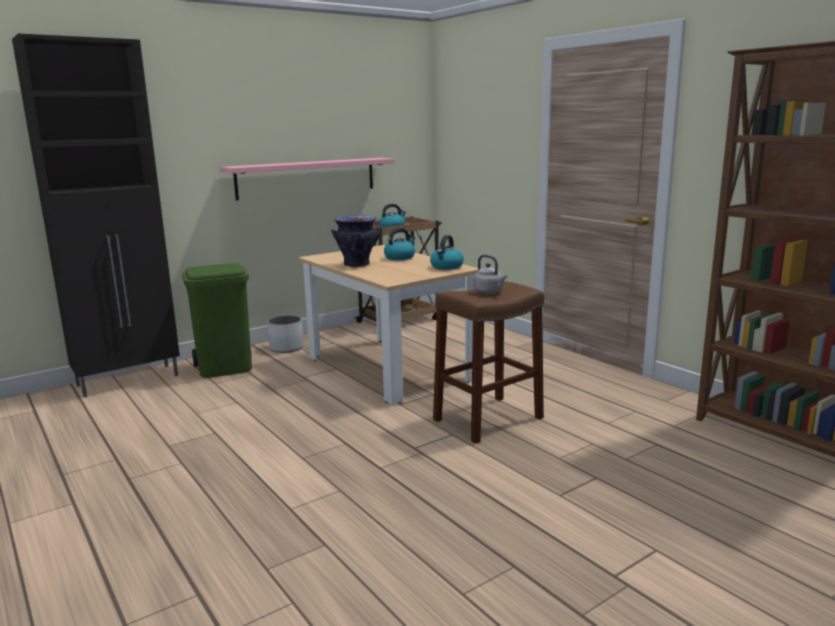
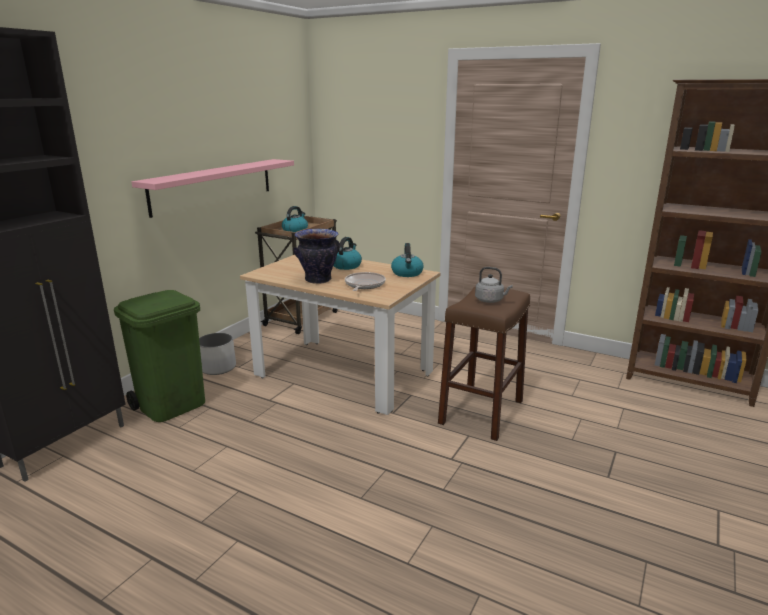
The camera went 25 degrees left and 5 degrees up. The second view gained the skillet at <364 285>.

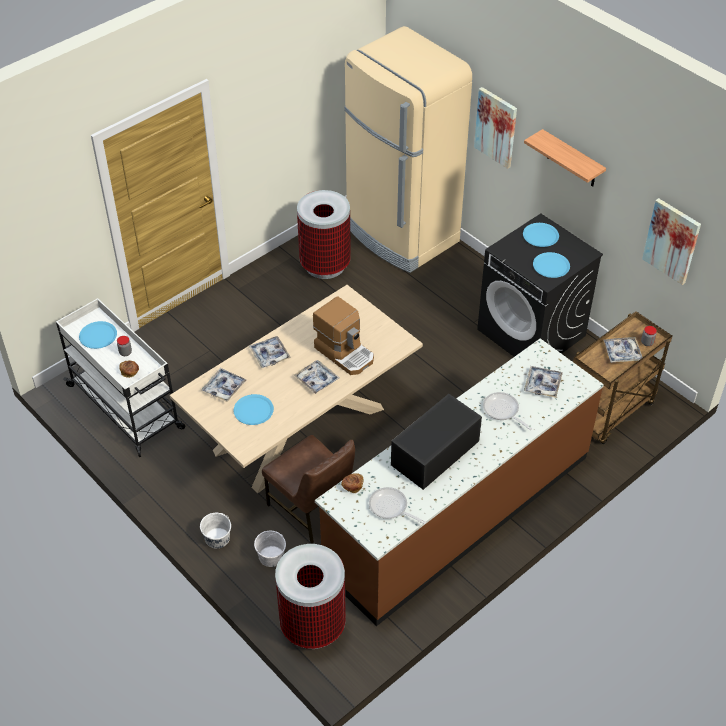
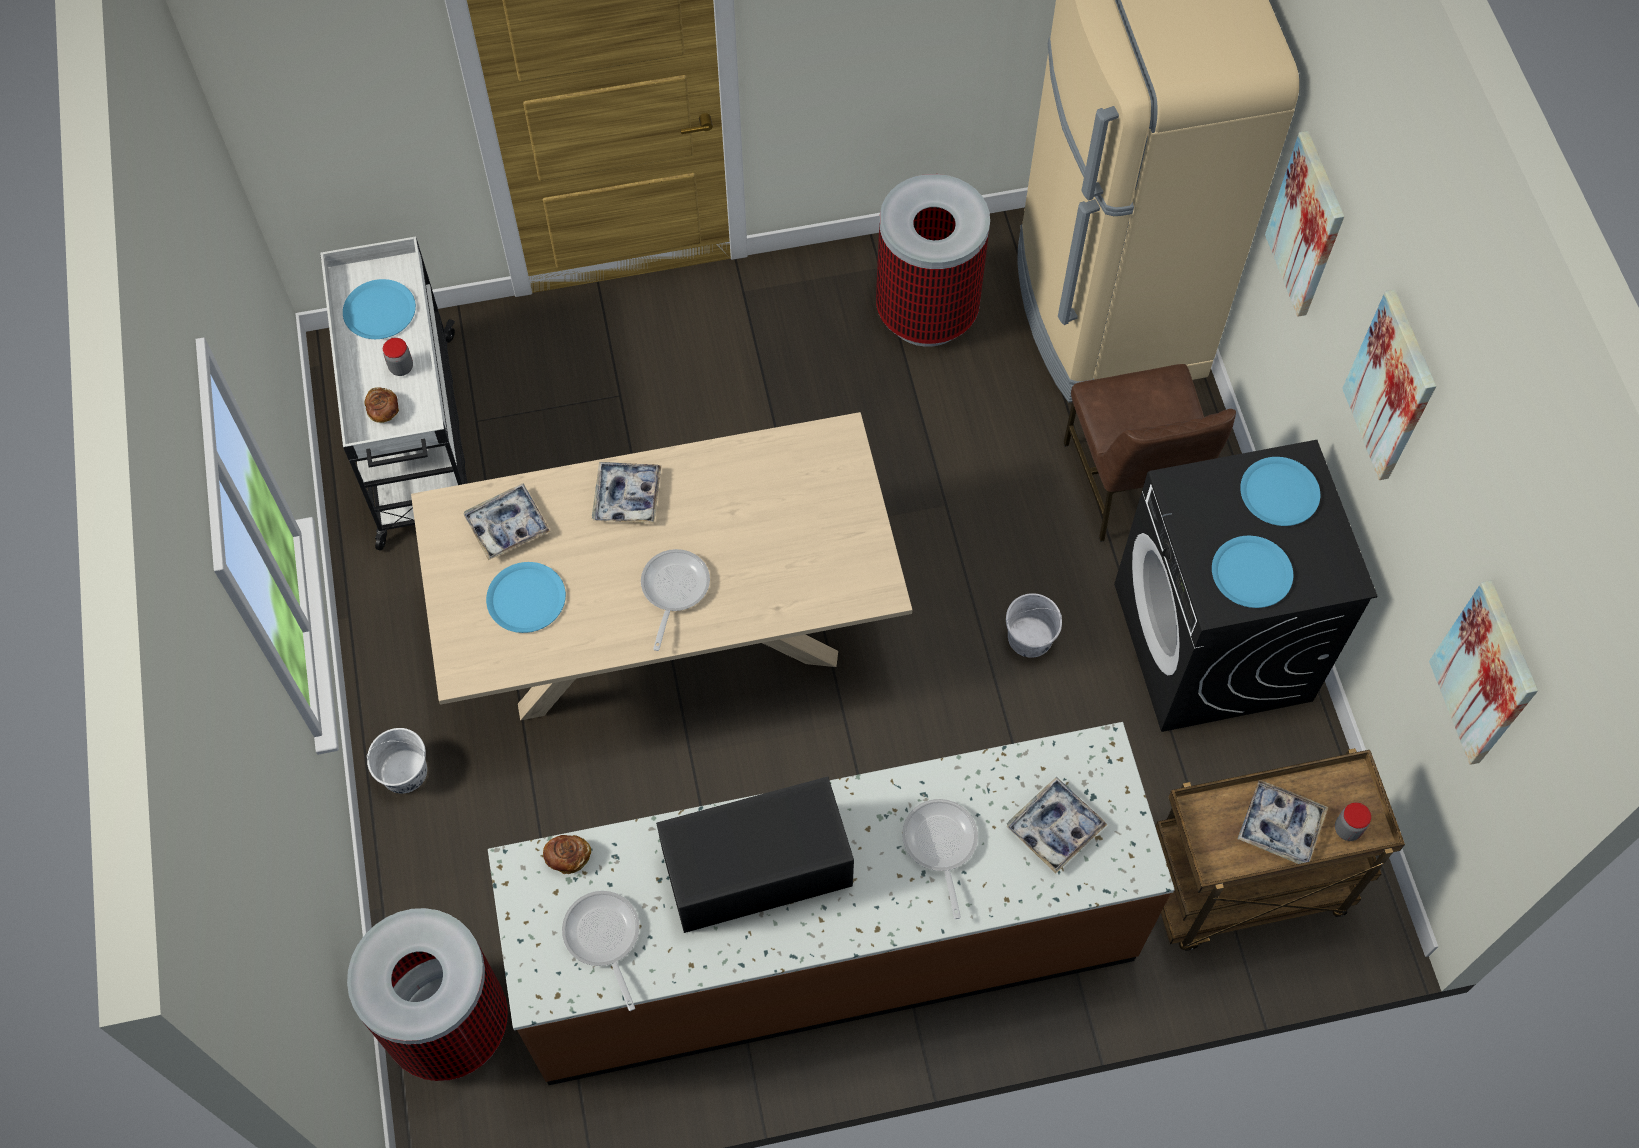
The camera went 30 degrees right and 15 degrees up. Where the tray stood at <316 379>, the skillet came to stand at <673 590>. The pail in white ended up elsewhere, having gone from <271 556> to <1030 637>. The chair in brownish ended up elsewhere, having gone from <312 509> to <1132 484>. Where the bracket shelf hung at <572 160>, the wall picture came to hang at <1391 386>. The second view lost the coffee machine at <345 353>.

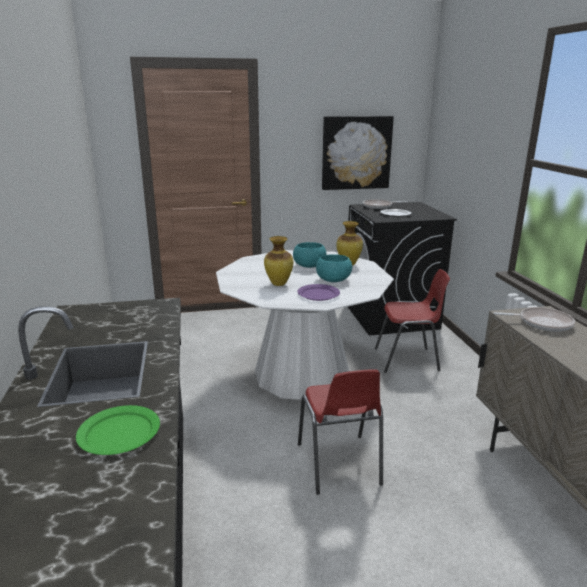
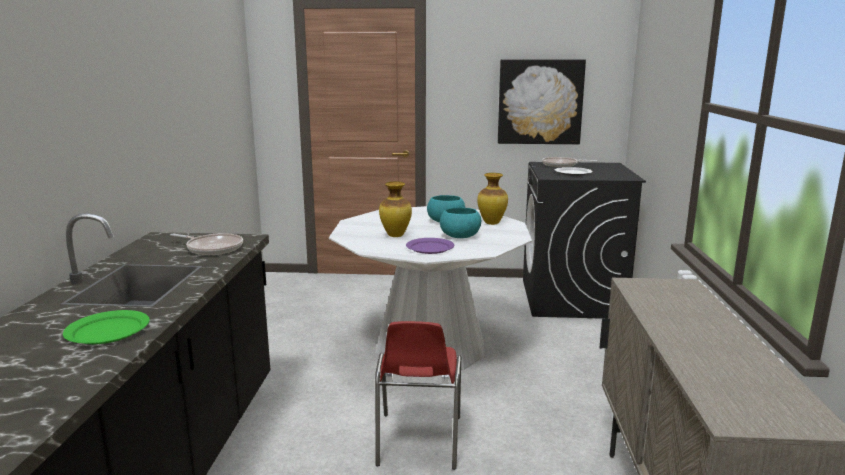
The camera went 15 degrees right and 5 degrees down. The skillet ended up elsewhere, having gone from <541 323> to <212 248>. The second view lost the chair in red at <408 360>.

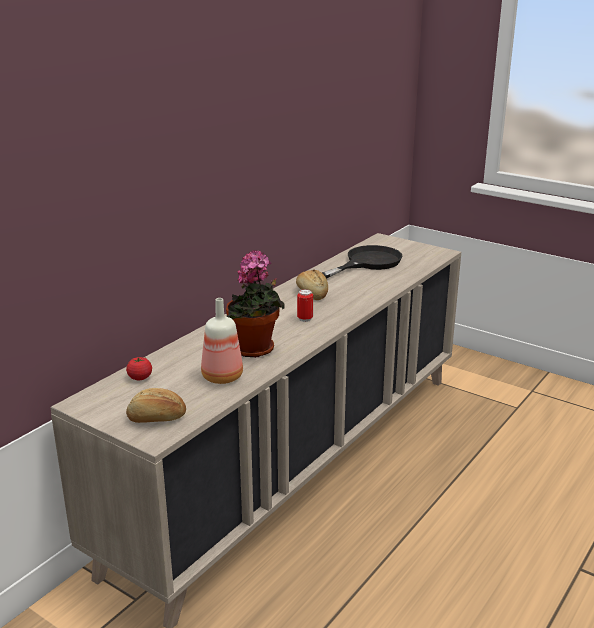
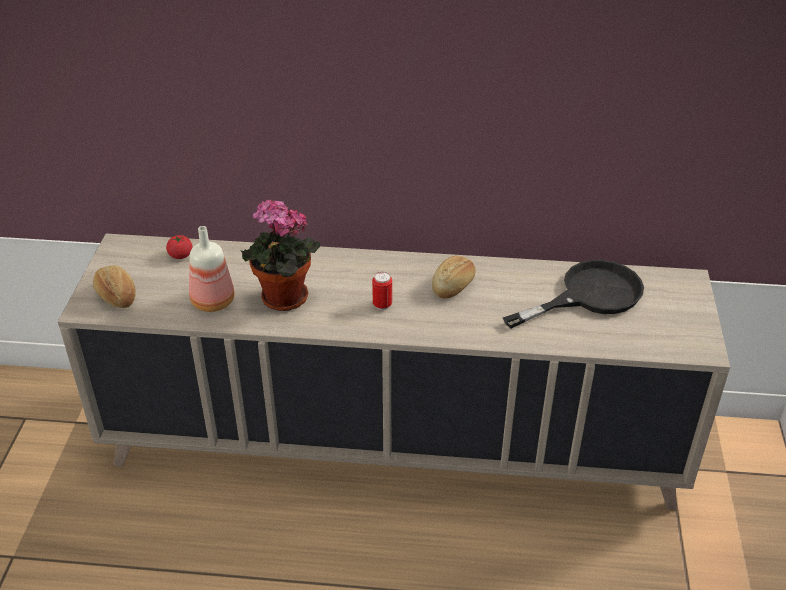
The camera went 60 degrees right and 15 degrees up. The skillet in black at <366 263> ended up facing another way, 45 degrees counterclockwise from before.

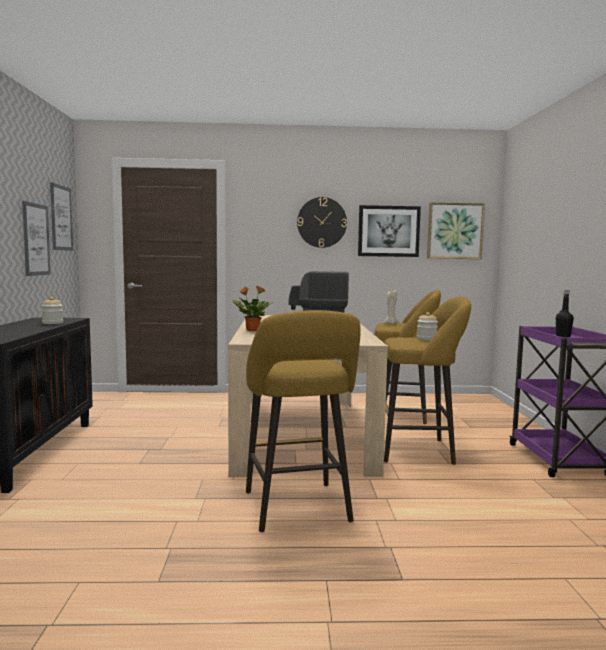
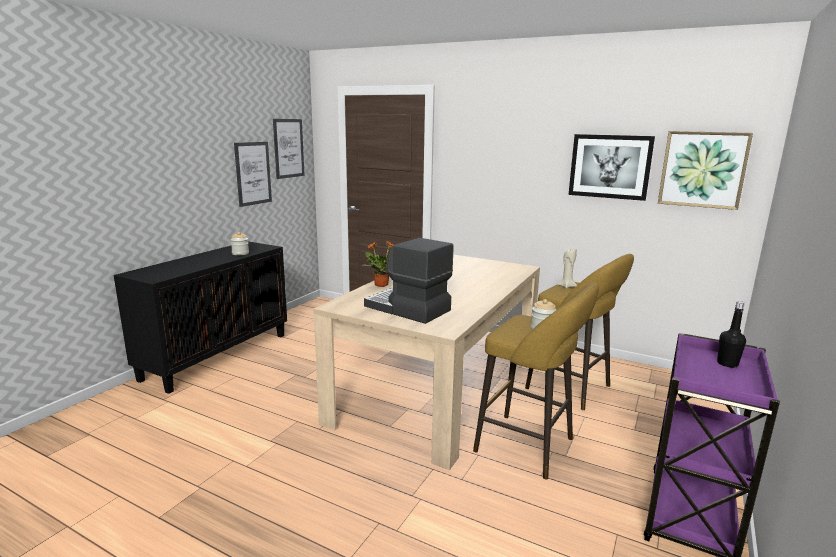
The camera went 30 degrees right and 10 degrees up. The second view lost the sitting stool in yellowish at <298 509>. The second view lost the wall clock at <321 222>.

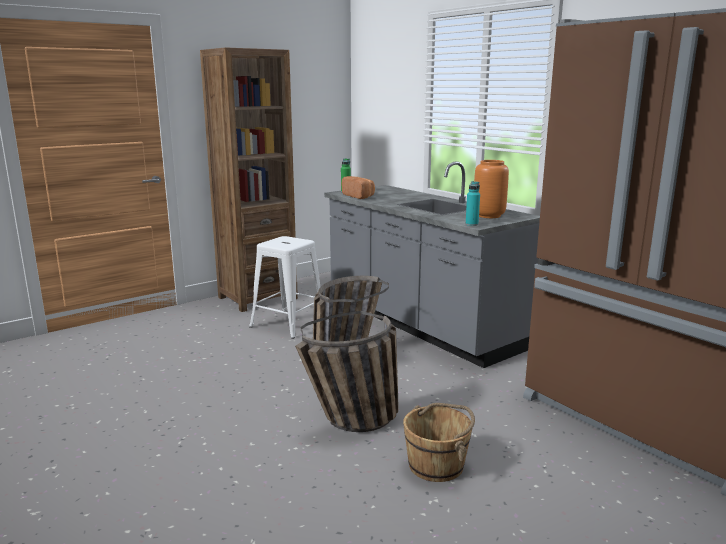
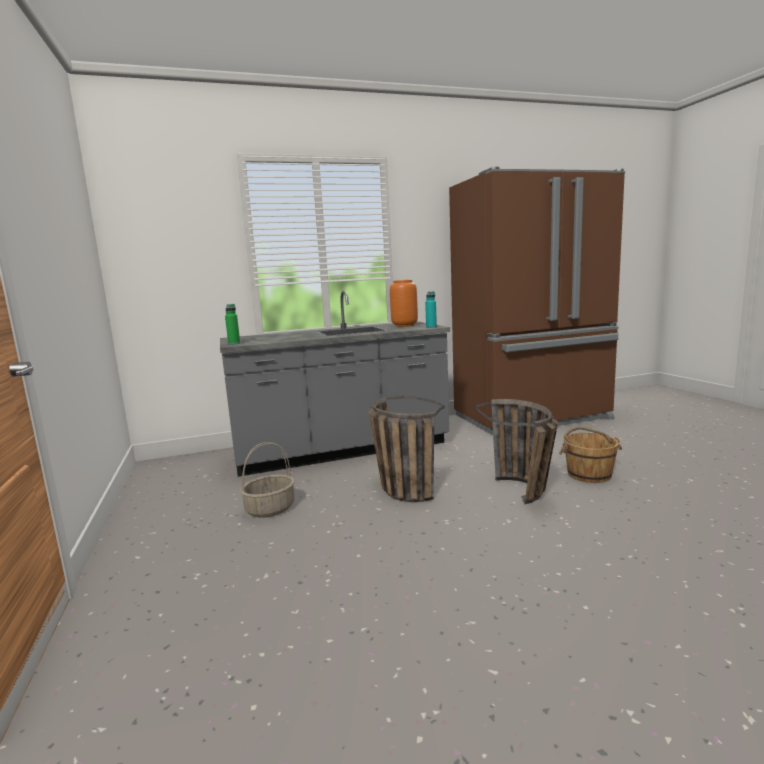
The camera went 70 degrees left and 5 degrees down. Where the sitting stool in white stood at <288 323>, the storage basket came to stand at <270 509>. The second view lost the bookshelf in brownish at <257 298>. The second view lost the baked bread at <359 196>.

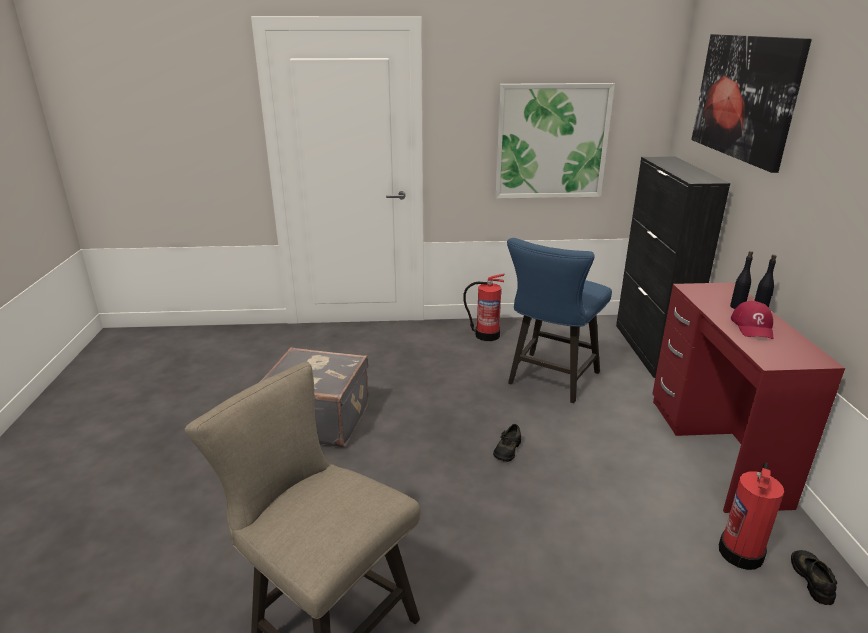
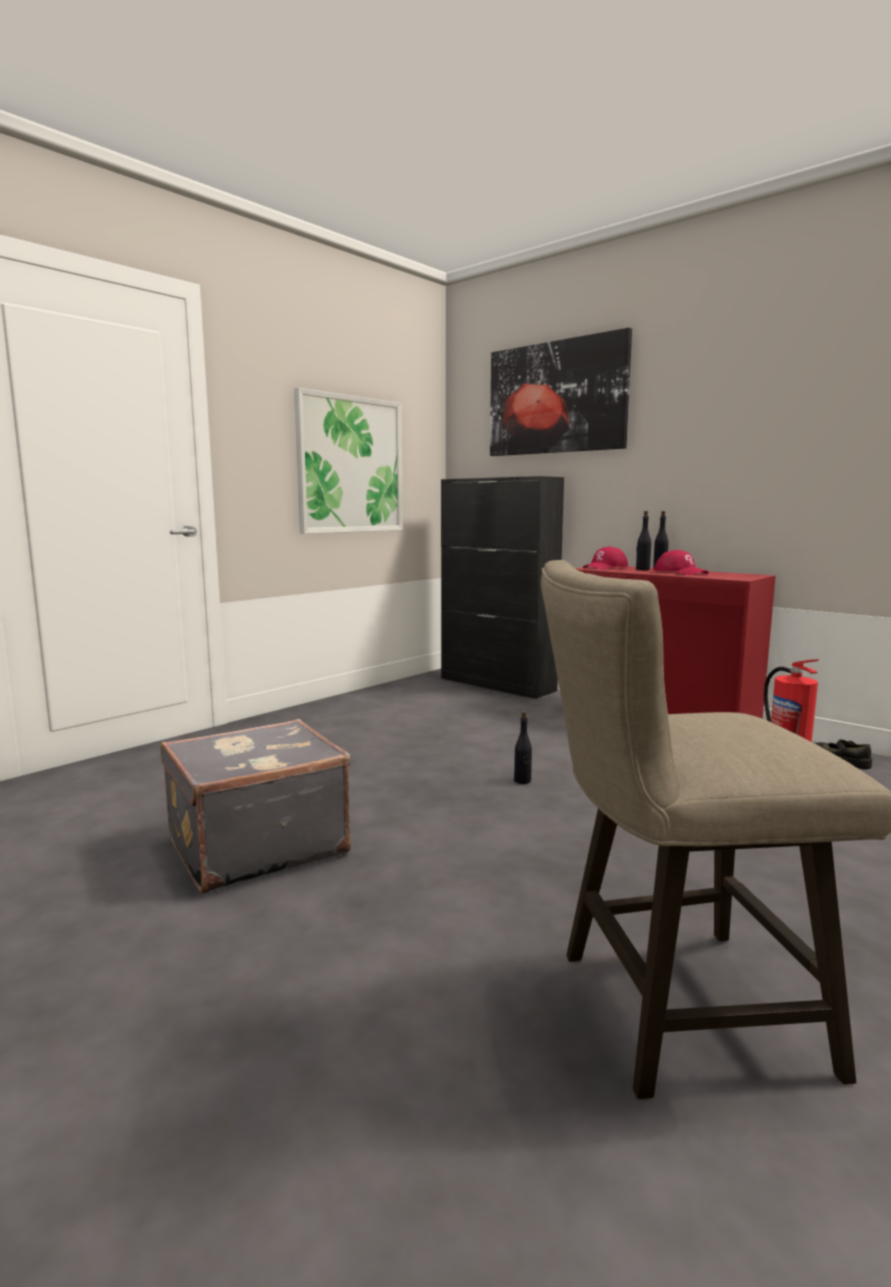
The camera went 45 degrees left and 15 degrees down. Where the shoe in black stood at <507 449>, the drink bottle in black came to stand at <522 781>. The second view gained the peaked cap in red at <605 567>. The second view lost the fire-fighting cylinder at <486 335>. The second view lost the sitting stool in bluish at <550 380>.

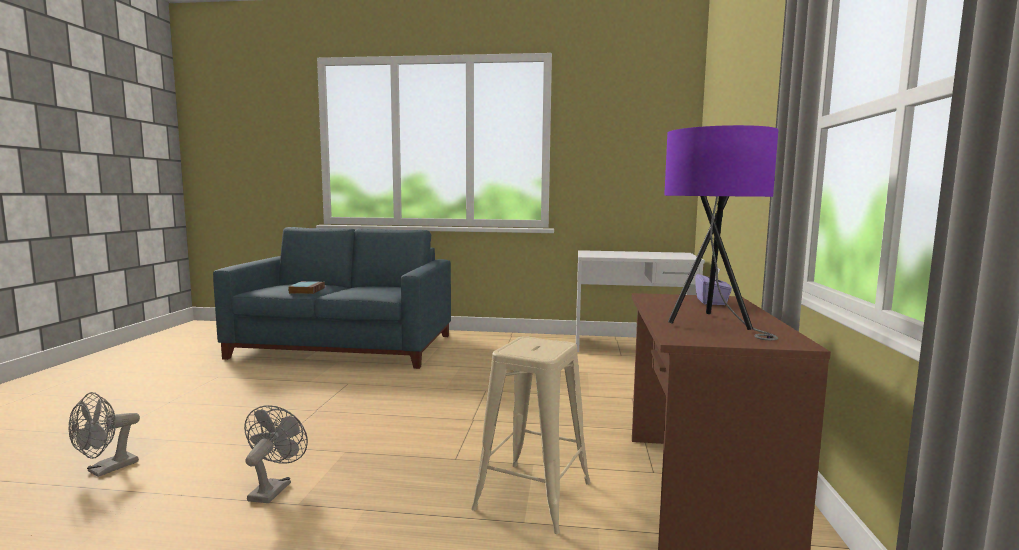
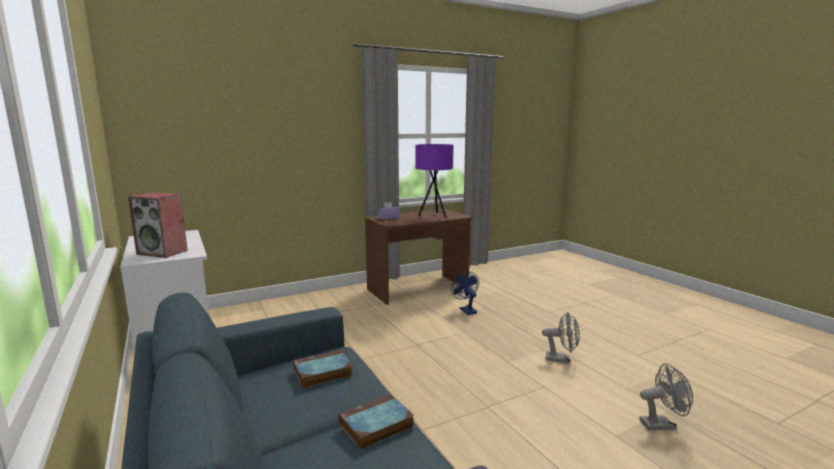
The camera went 125 degrees left and 5 degrees up. The second view gained the audio speaker at <163 252>. The second view gained the bound book at <321 373>. Where the sitting stool in sand-coloured stood at <533 495>, the electric fan in bluish came to stand at <466 310>. The electric fan in grey at <273 488> ended up facing another way, 135 degrees counterclockwise from before.

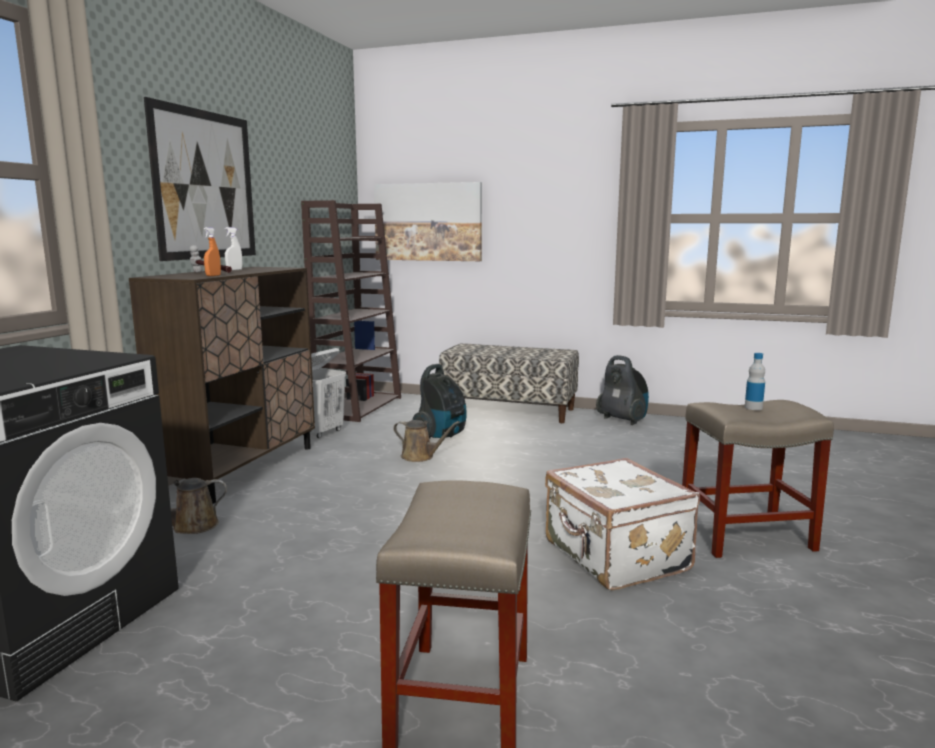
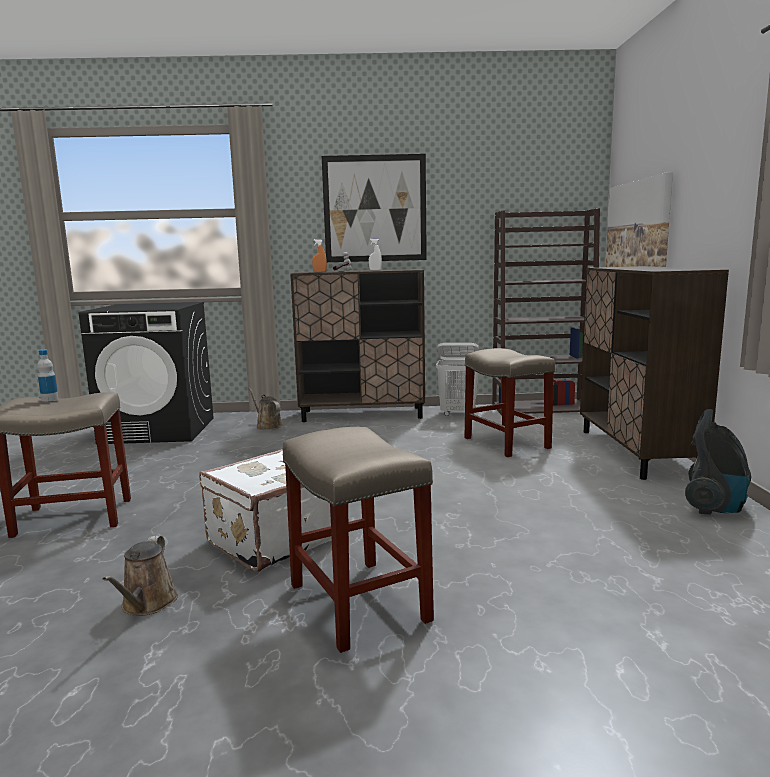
The camera went 70 degrees right and 0 degrees up. The drink bottle ended up elsewhere, having gone from <753 408> to <50 399>. The watering can in brownish ended up elsewhere, having gone from <420 457> to <147 604>. Where the hoover stood at <442 435>, the sitting stool in sand-coloured came to stand at <507 443>. Where the bench stood at <509 410>, the cupboard in brownish came to stand at <636 452>.

